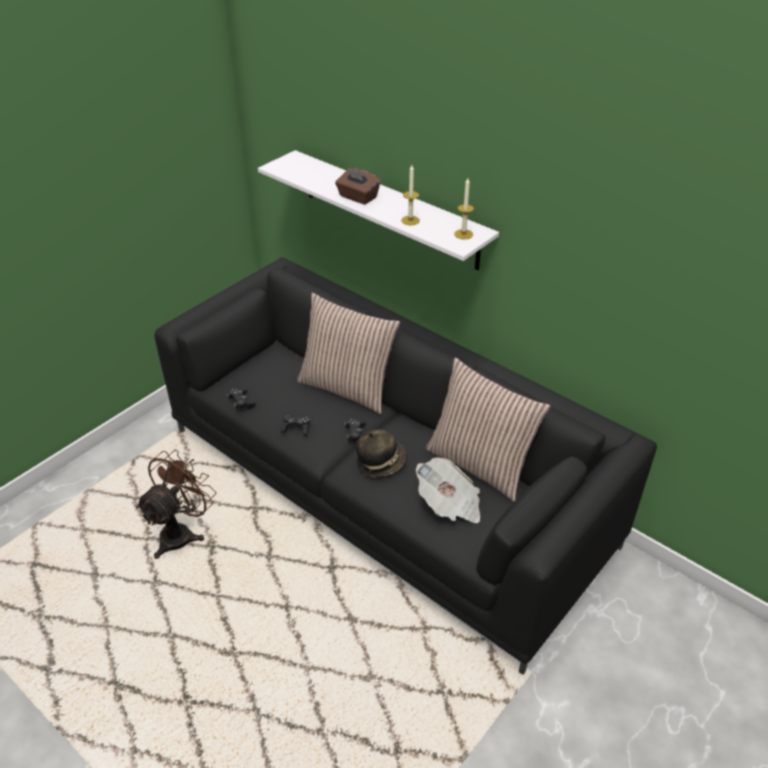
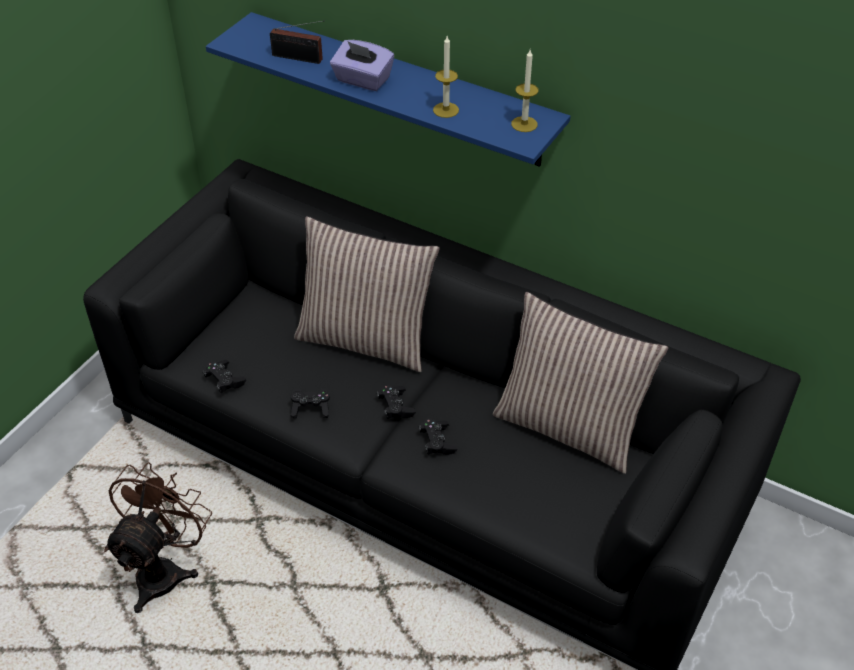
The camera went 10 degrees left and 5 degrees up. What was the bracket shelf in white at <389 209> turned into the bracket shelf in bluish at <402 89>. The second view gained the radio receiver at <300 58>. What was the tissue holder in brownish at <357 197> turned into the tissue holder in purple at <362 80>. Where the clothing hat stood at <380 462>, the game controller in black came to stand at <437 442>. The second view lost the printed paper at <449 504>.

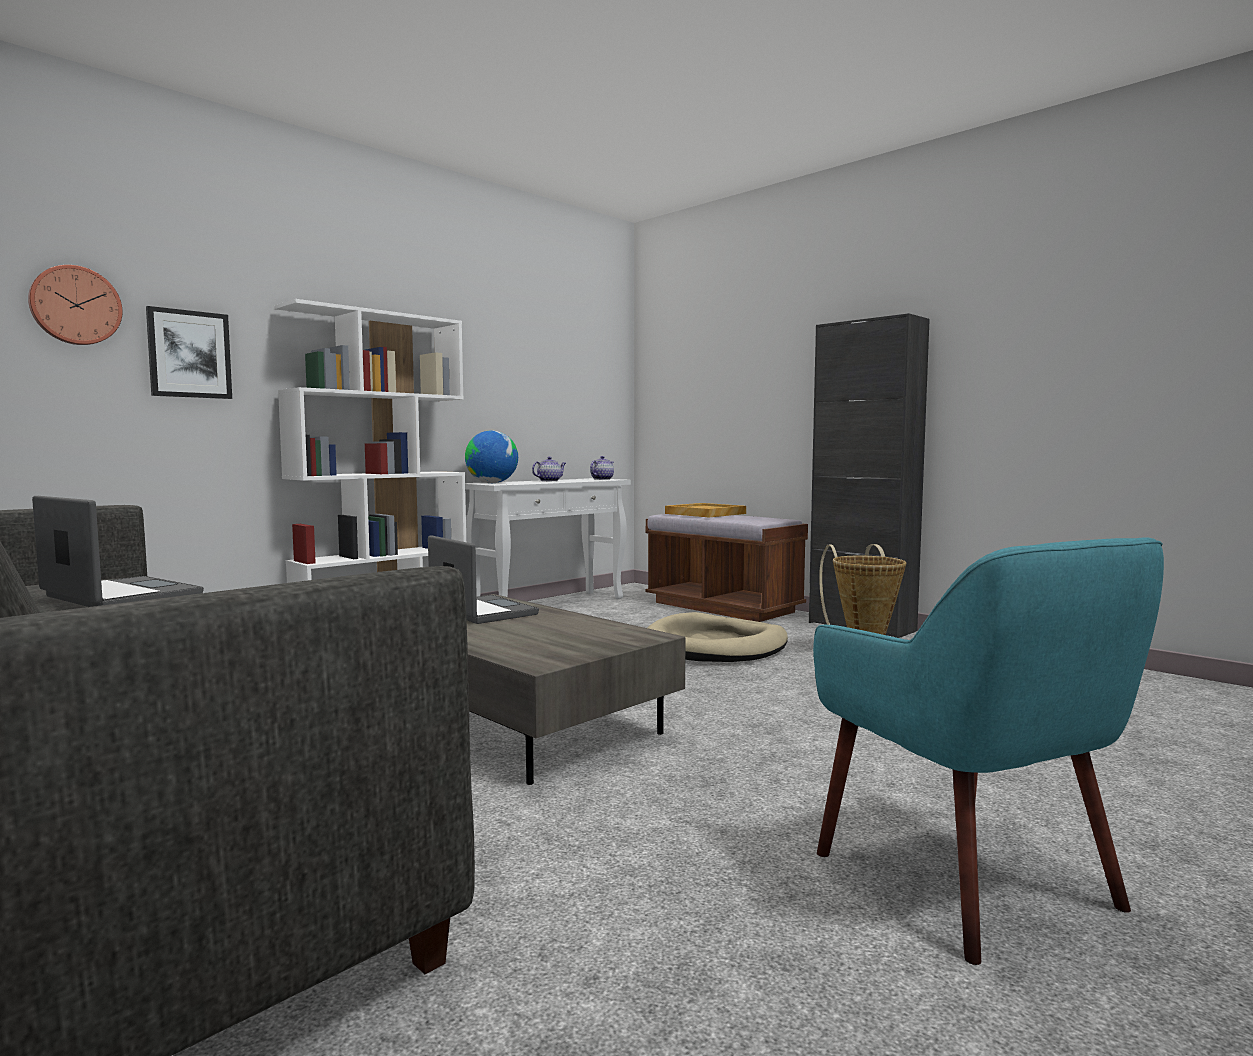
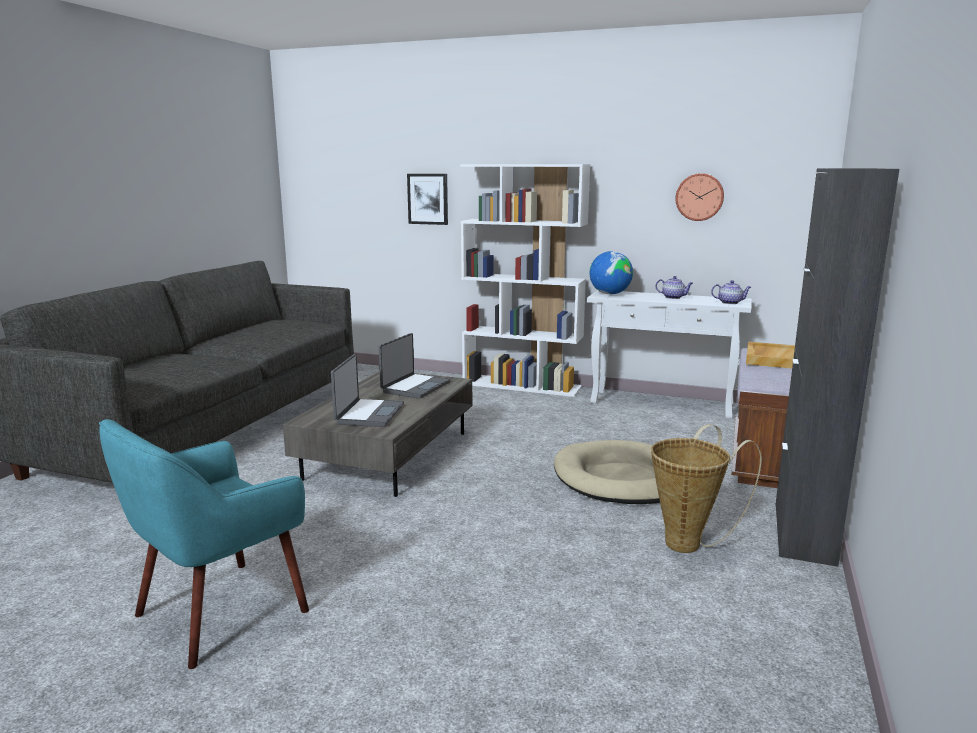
The camera went 65 degrees right and 10 degrees up. The laptop ended up elsewhere, having gone from <119 597> to <368 414>. The wall clock ended up elsewhere, having gone from <75 306> to <699 197>.

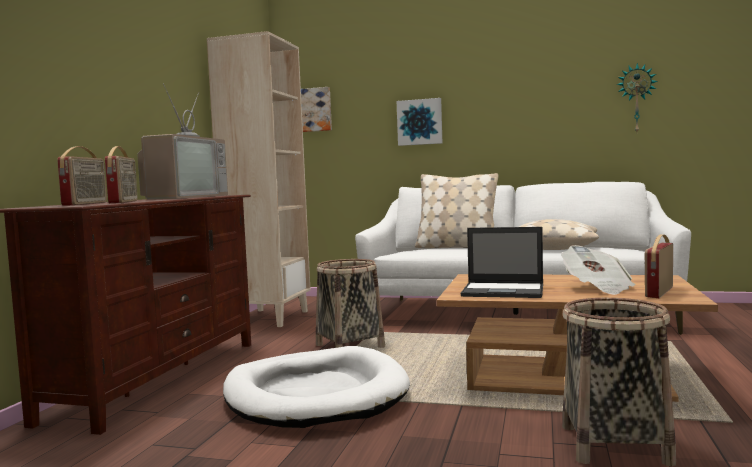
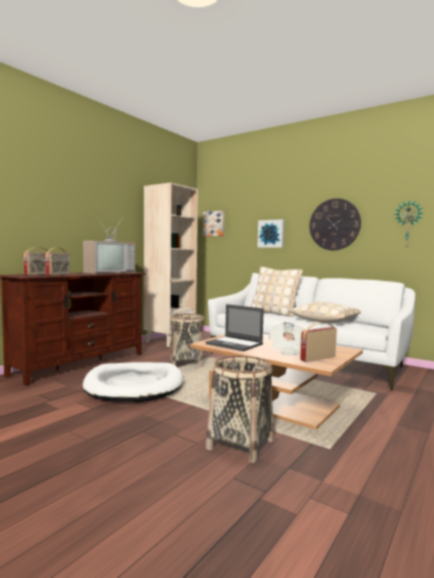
The camera went 20 degrees right and 0 degrees up. The second view gained the wall clock at <334 224>.

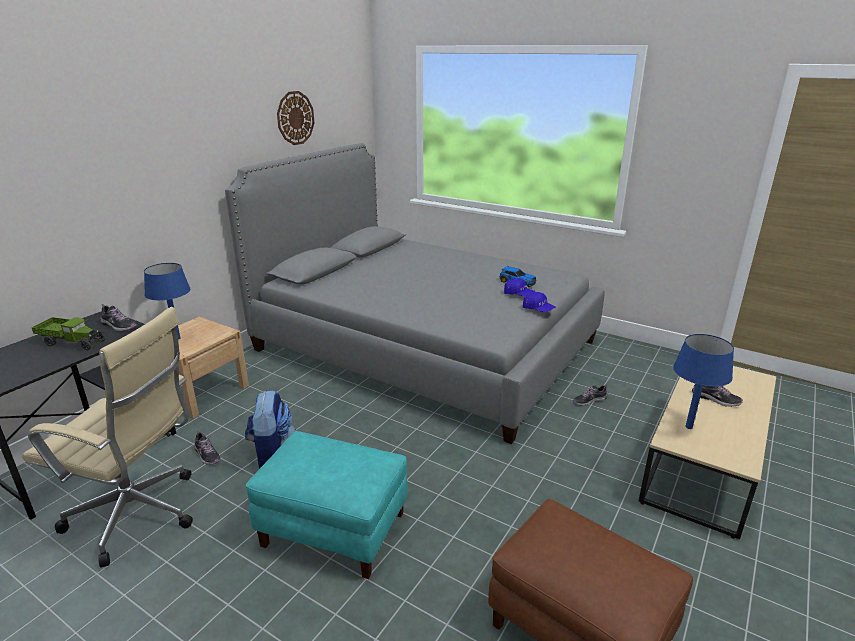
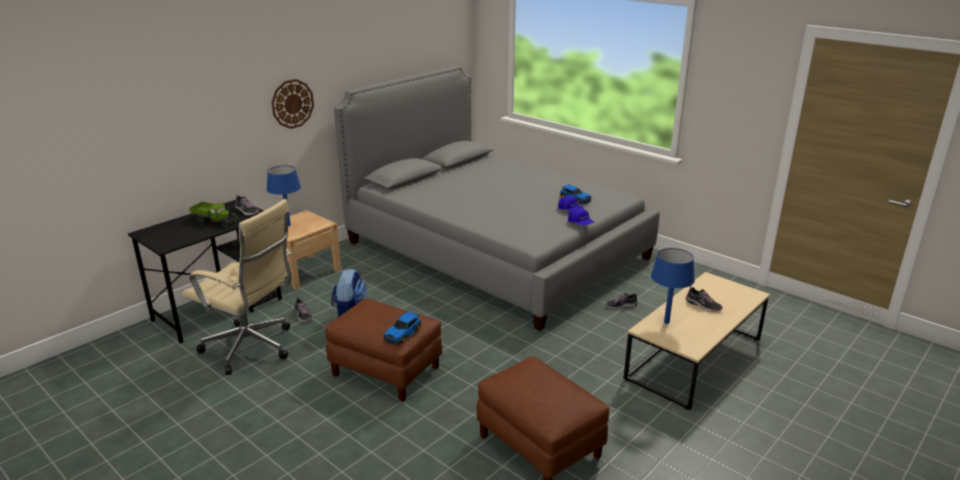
The camera went 10 degrees right and 0 degrees up. The wall clock ended up elsewhere, having gone from <295 118> to <292 103>. What was the ottoman in blue-green at <335 528> turned into the ottoman in brownish at <386 371>. The second view gained the toy car at <403 333>.

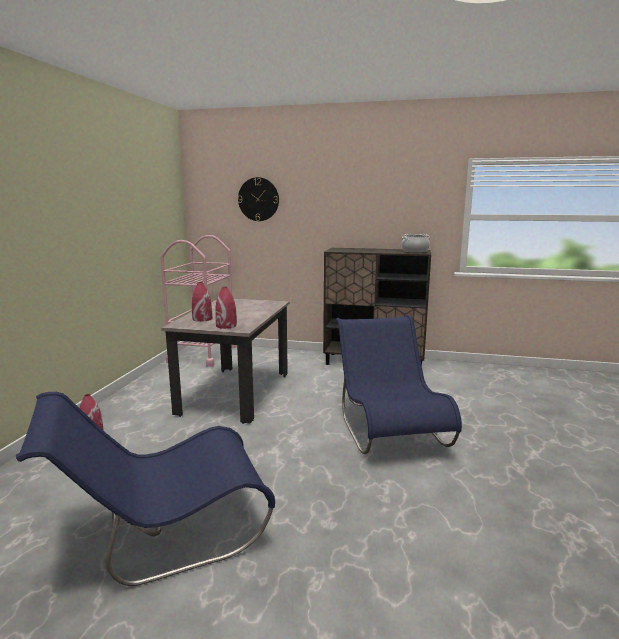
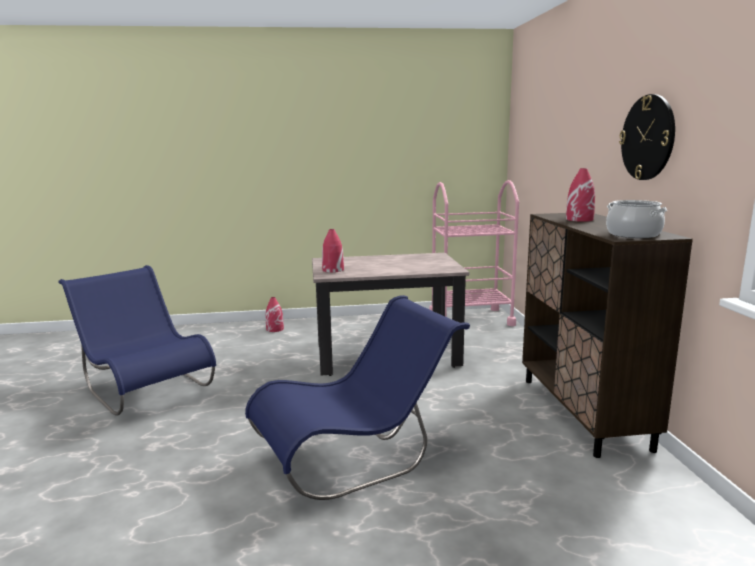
The camera went 70 degrees right and 0 degrees up. The vase in red ended up elsewhere, having gone from <202 319> to <579 219>. The wall clock ended up elsewhere, having gone from <258 199> to <648 137>.

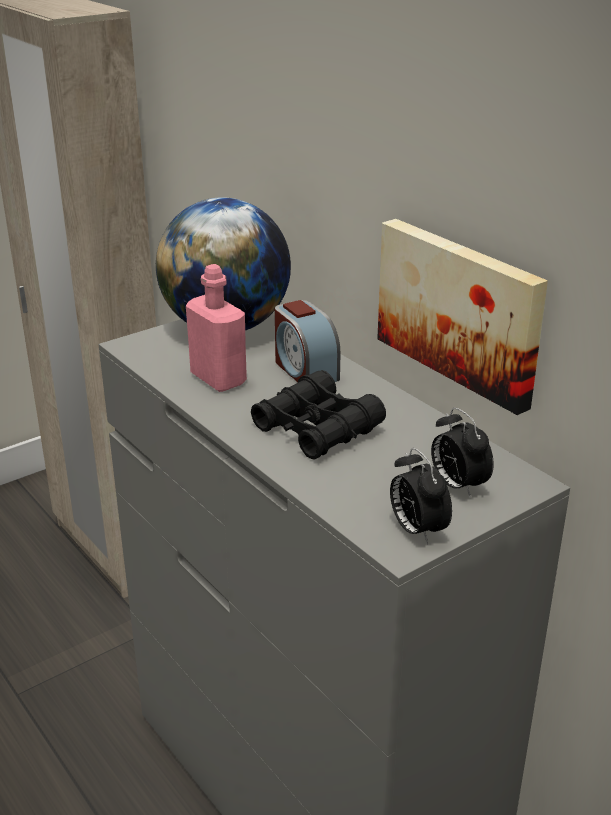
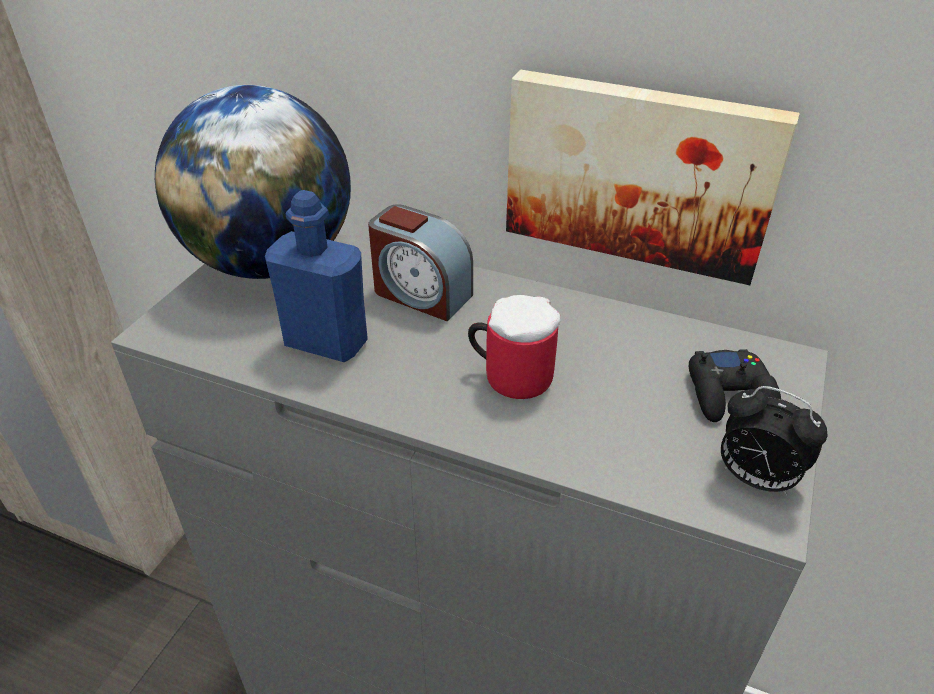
The camera went 30 degrees left and 10 degrees up. What was the drink bottle in pink-coloured at <218 379> turned into the drink bottle in bluish at <326 343>. Where the field glasses in black stood at <317 429>, the mug came to stand at <510 374>. Where the bedside clock stood at <457 485>, the game controller in black came to stand at <730 394>.

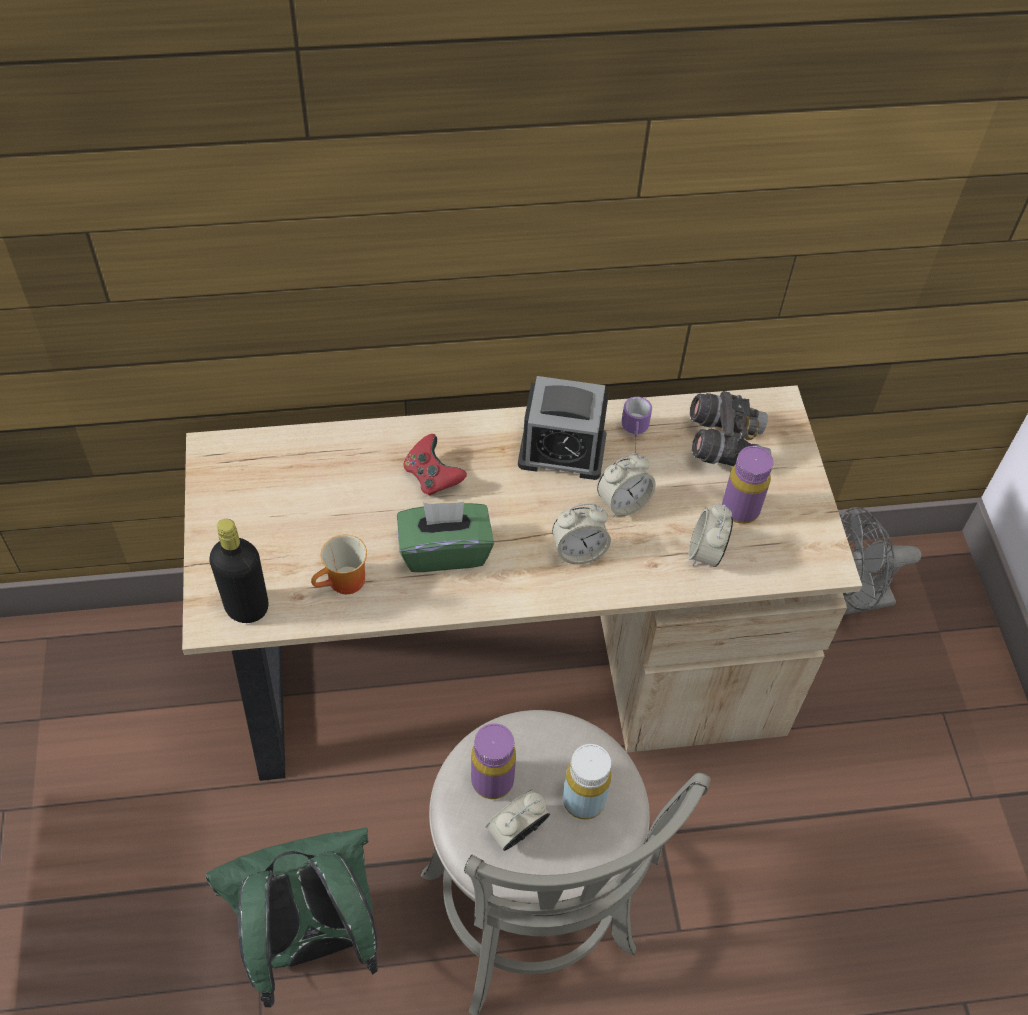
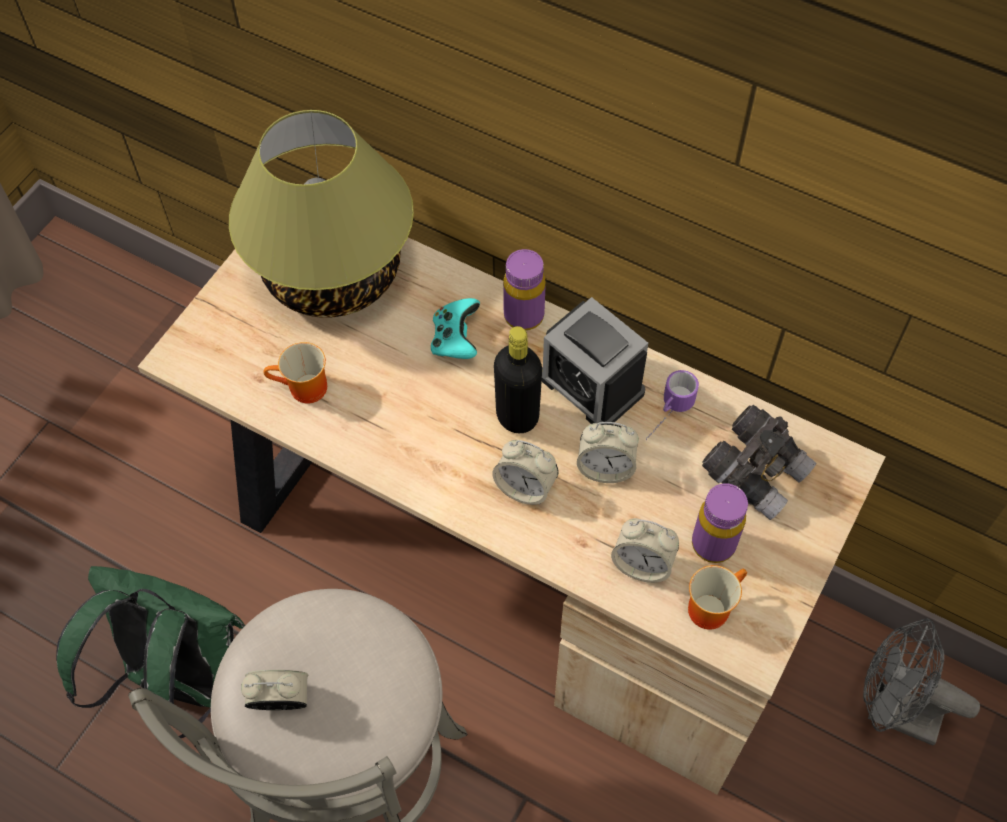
The camera went 40 degrees right and 5 degrees up. The second view gained the table lamp at <334 273>. What was the game controller in red at <432 476> turned into the game controller in blue-green at <455 339>. The drink bottle in black ended up elsewhere, having gone from <247 607> to <517 416>. The drink bottle in purple ended up elsewhere, having gone from <492 780> to <524 315>. The bedside clock at <706 553> ended up facing another way, 120 degrees counterclockwise from before. The second view gained the mug at <710 605>. The second view lost the tissue holder in green-coloured at <444 550>. The second view lost the drink bottle in yellowish at <584 800>.

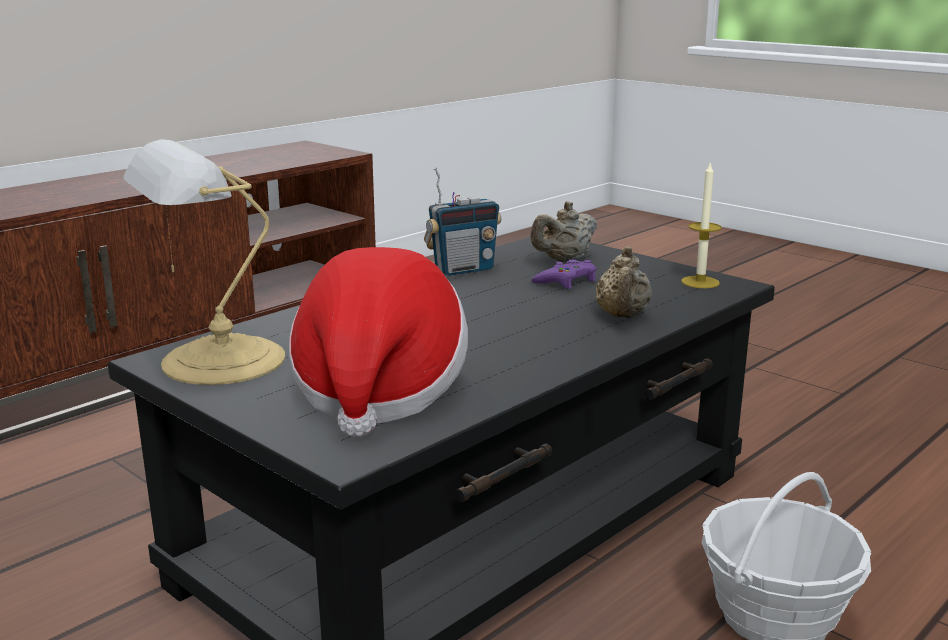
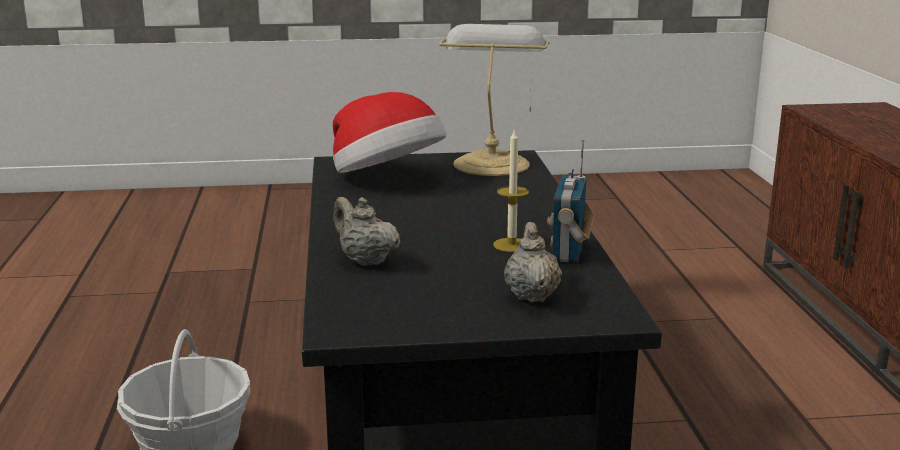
The camera went 130 degrees right and 0 degrees up. The wax light ended up elsewhere, having gone from <700 282> to <511 245>. The second view lost the game controller in purple at <566 281>.

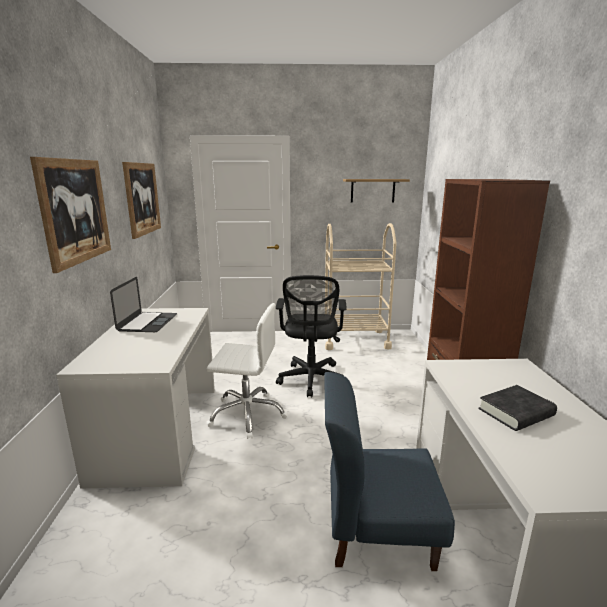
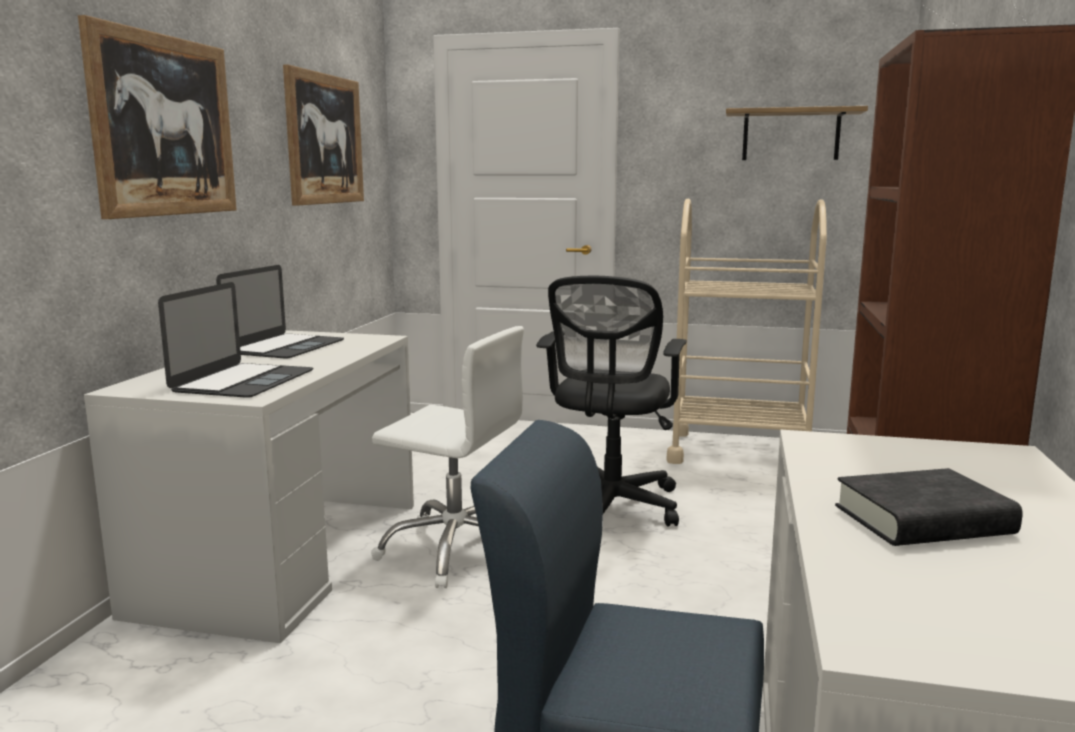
The camera went 15 degrees right and 5 degrees down. The second view gained the laptop at <243 381>.

